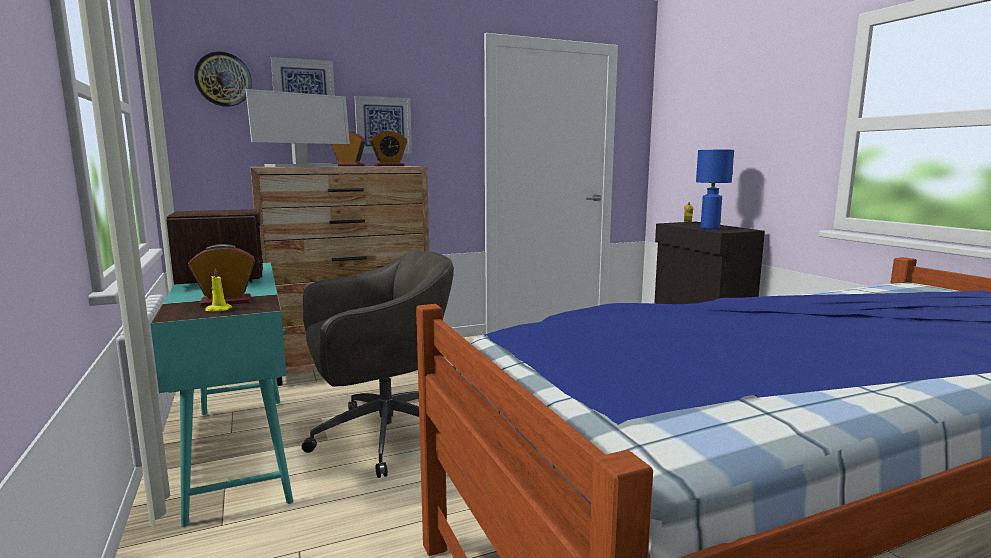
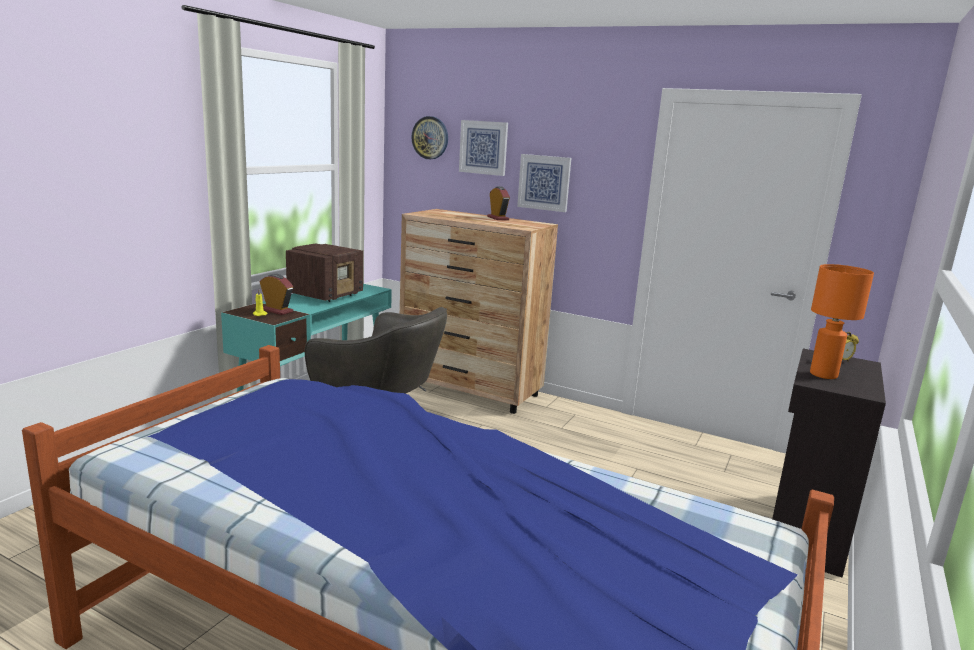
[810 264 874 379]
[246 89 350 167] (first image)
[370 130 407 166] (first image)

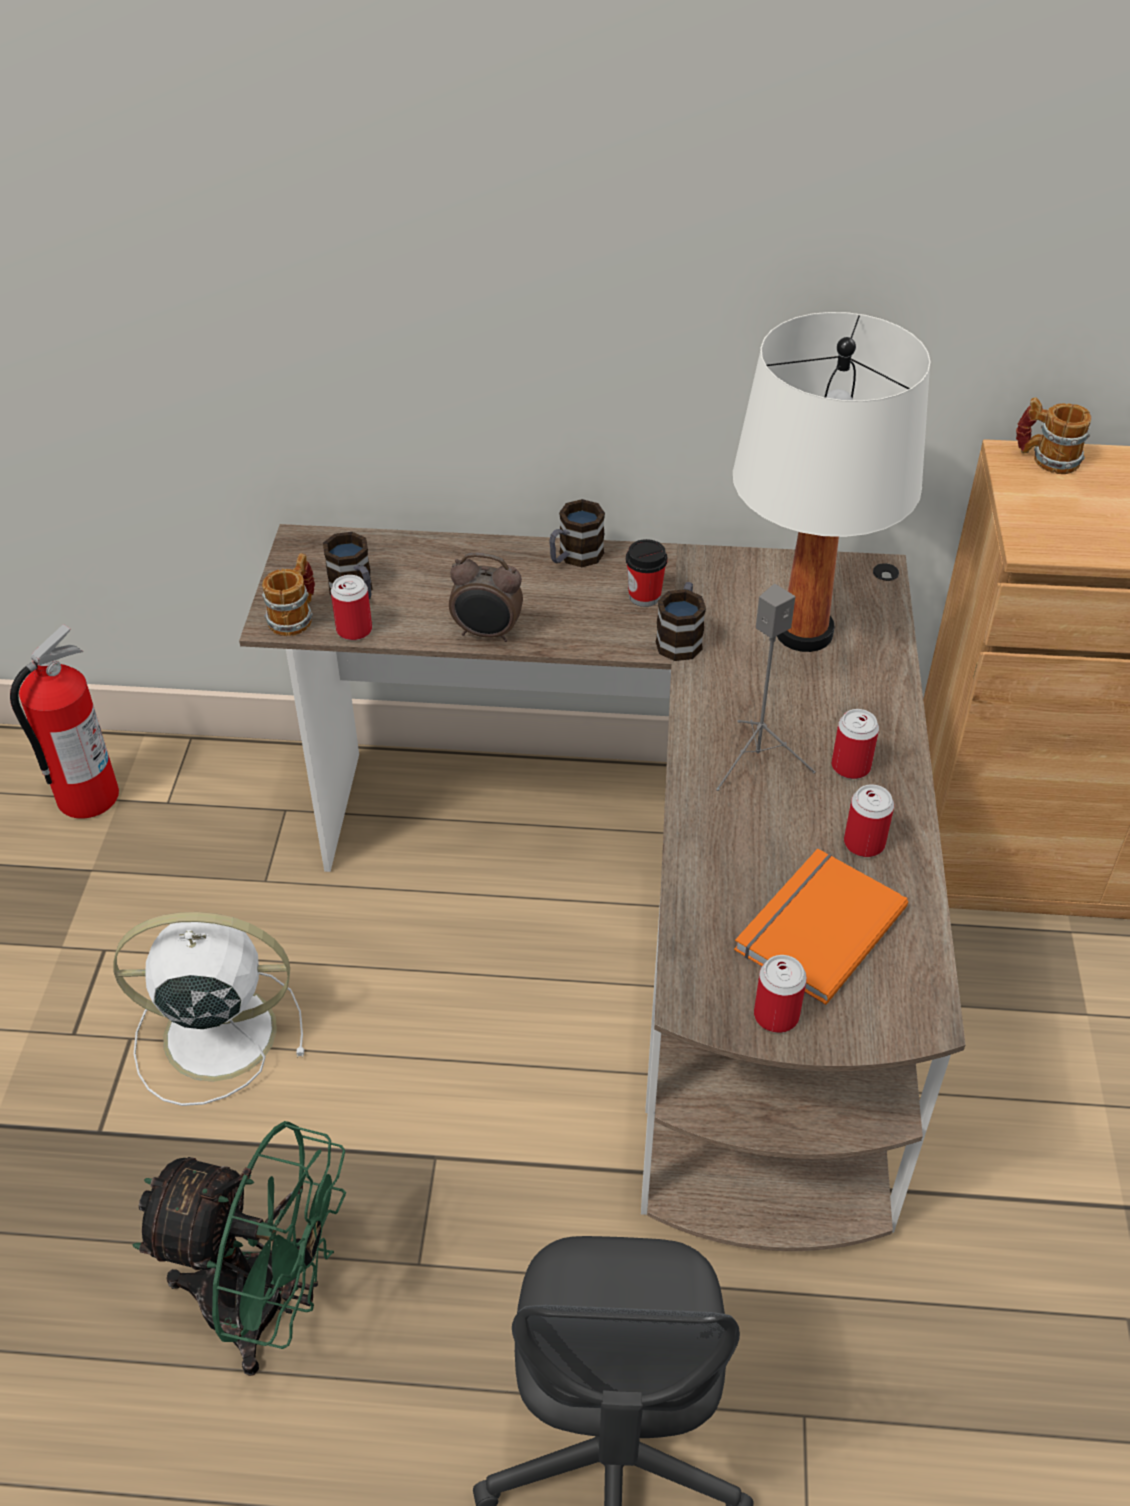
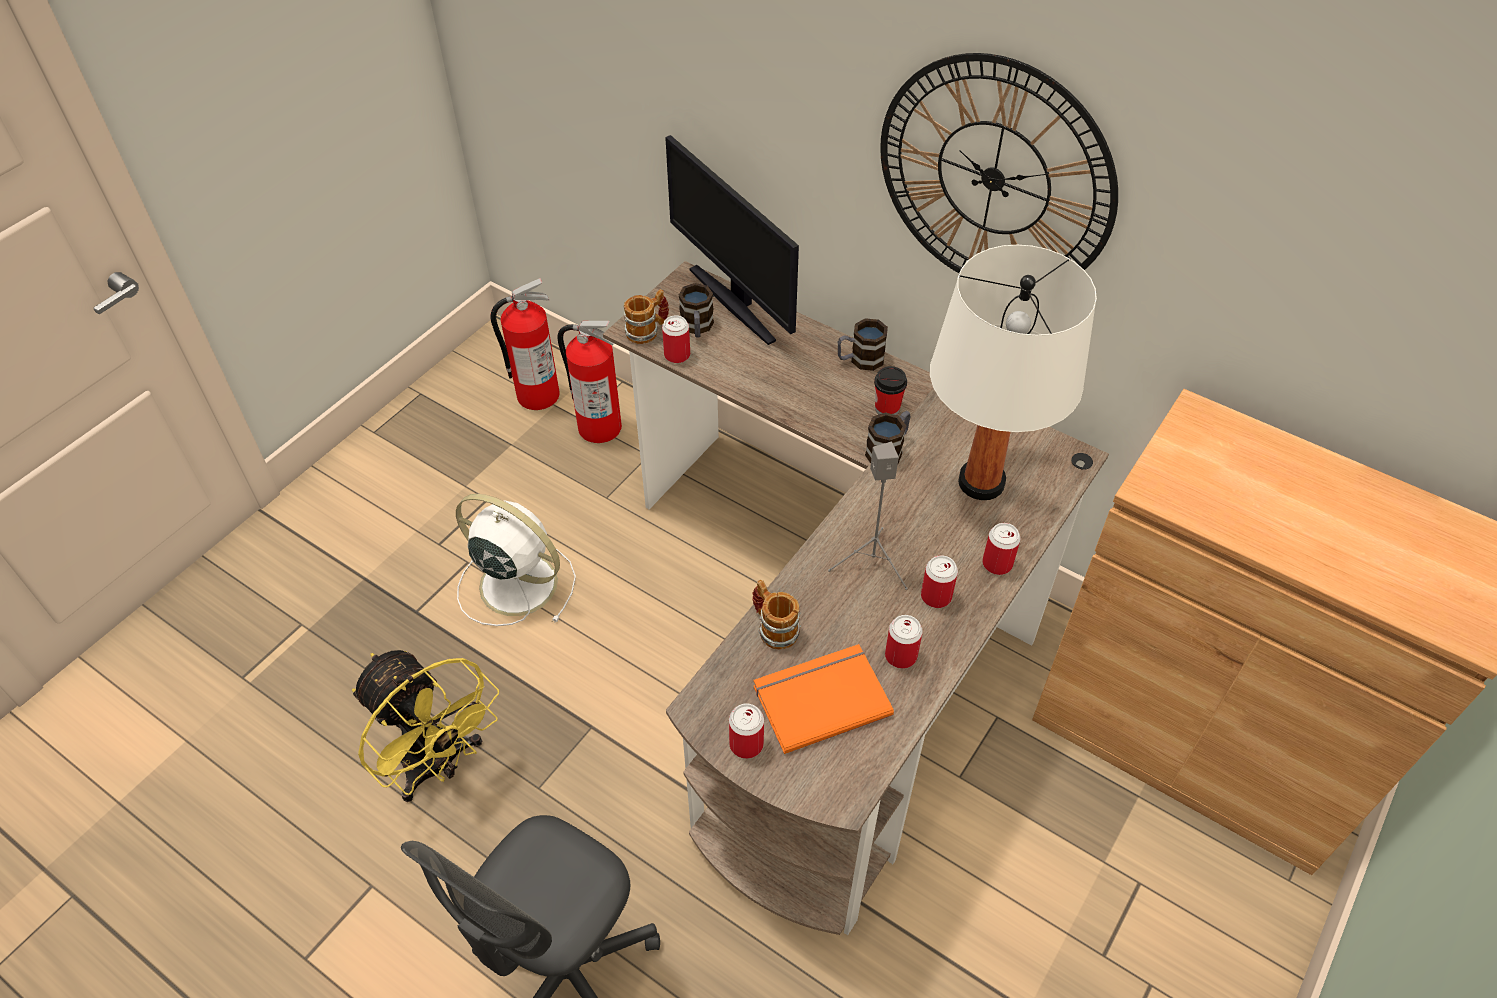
[352 650 499 802]
[557 321 622 443]
[665 135 799 345]
[752 580 801 650]
[880 53 1118 273]
[982 523 1020 575]
[449 552 523 642] (first image)

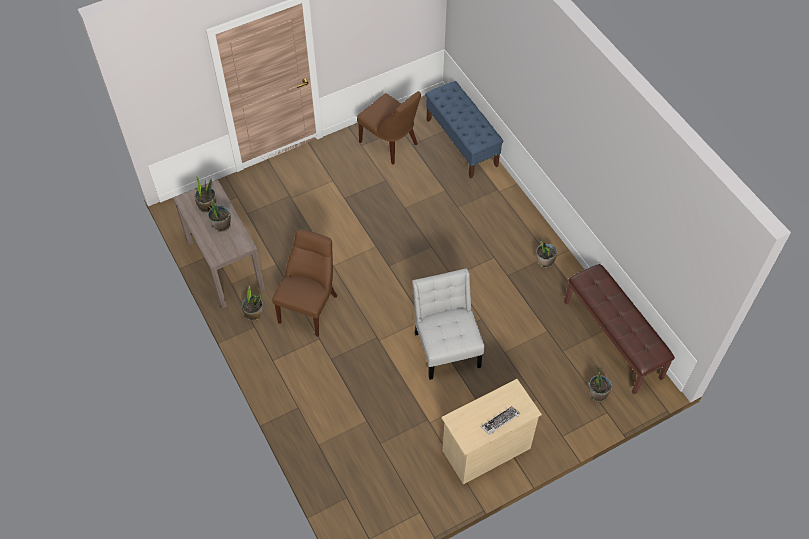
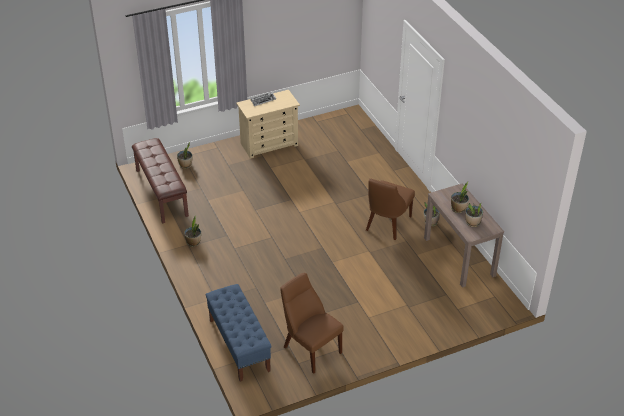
[412 269 484 380] (first image)

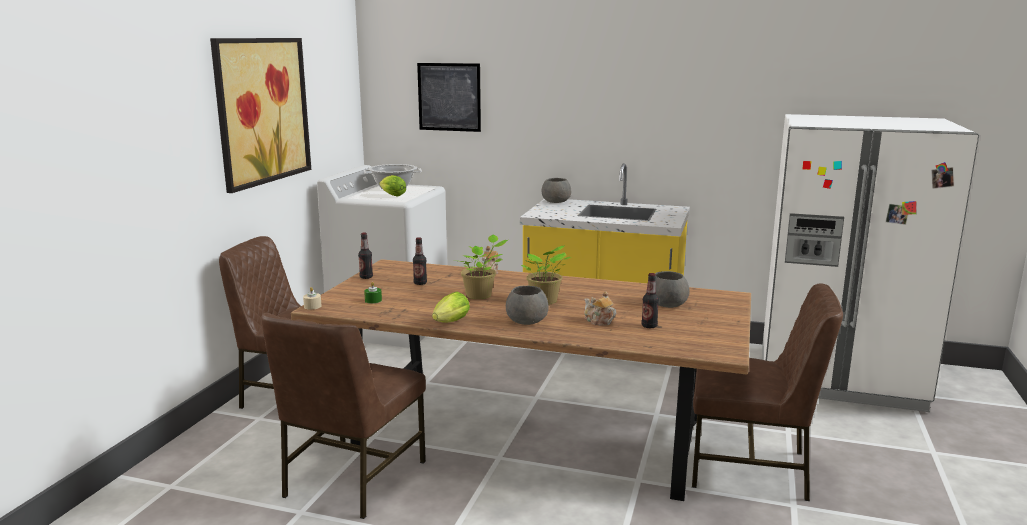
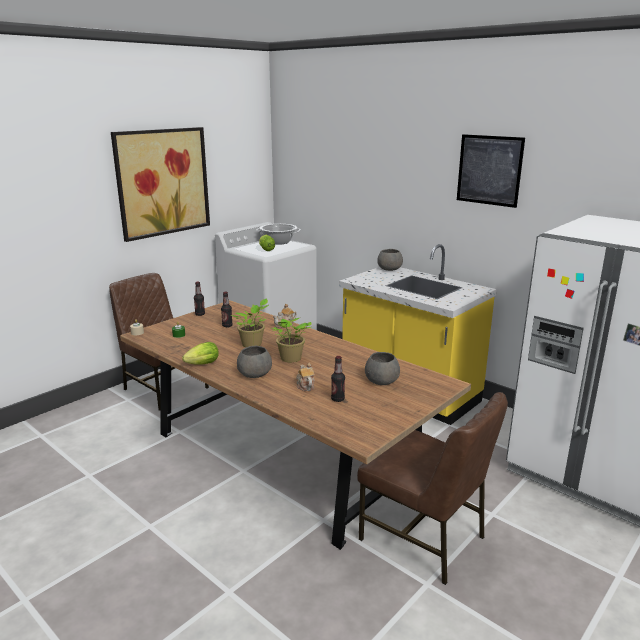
[457 134 525 208]
[261 313 426 519] (first image)

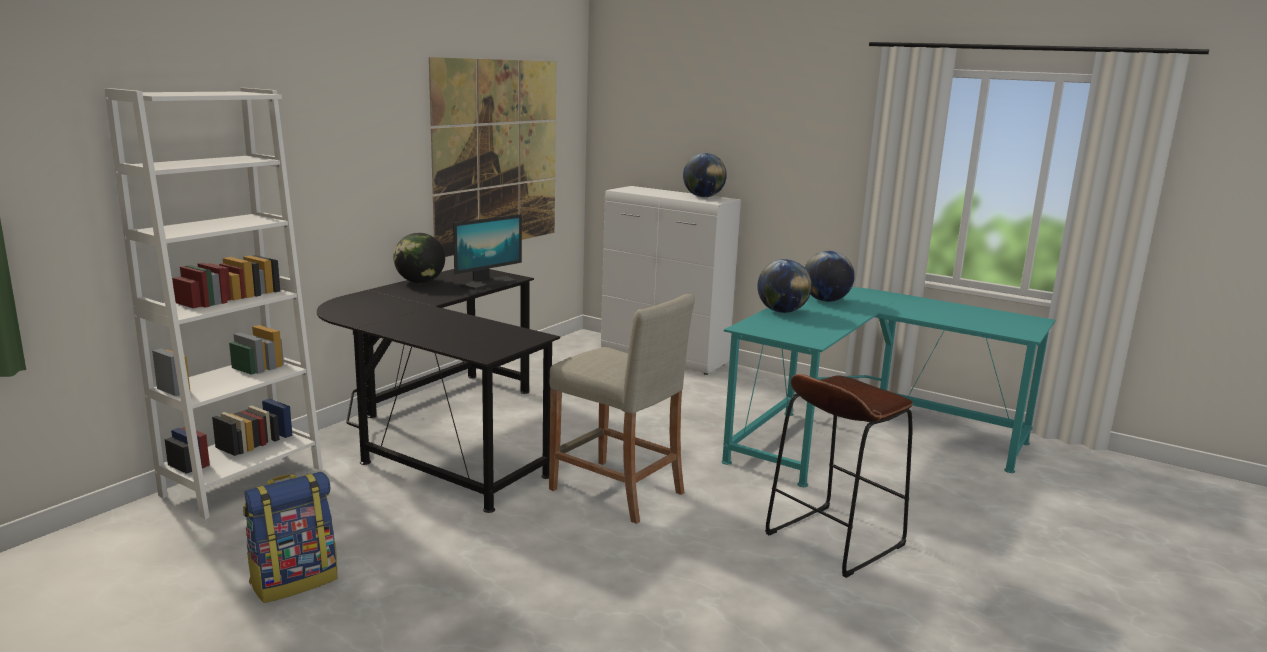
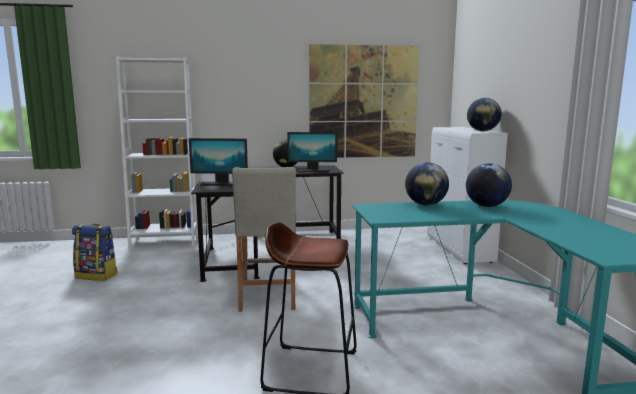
[189 138 248 186]

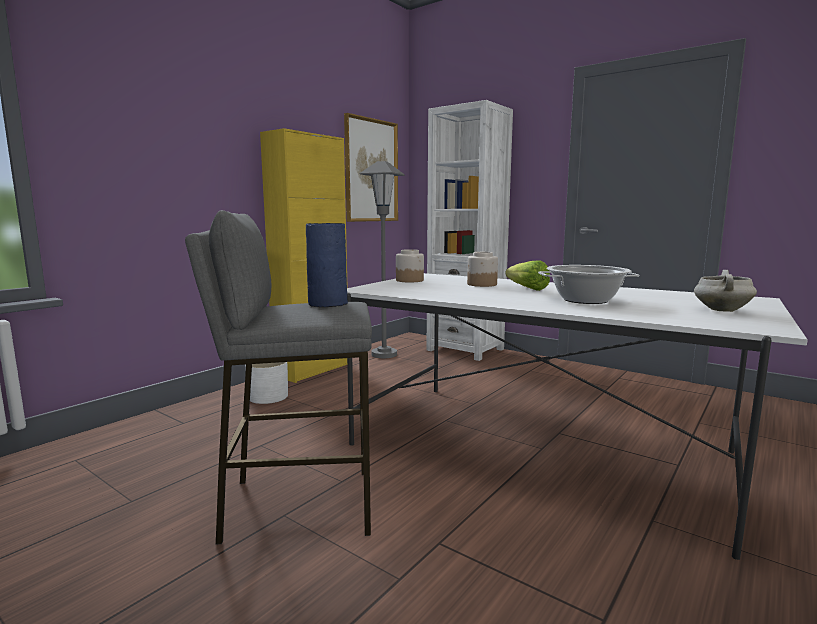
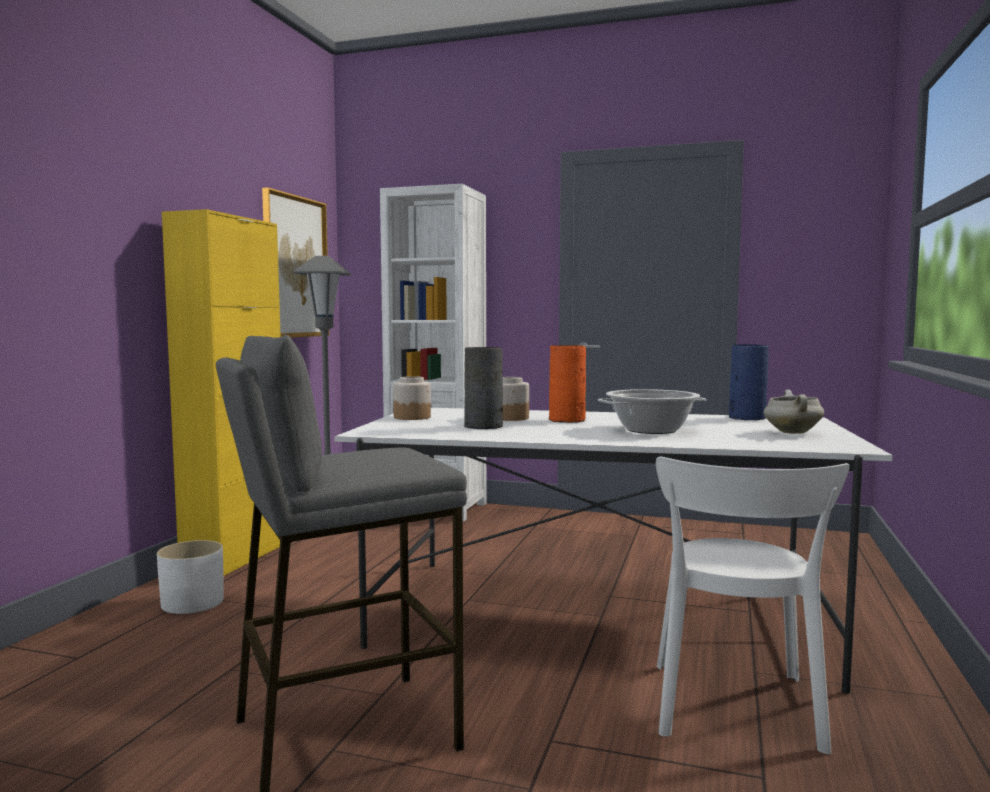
[464 347 503 429]
[549 345 586 423]
[656 457 850 754]
[729 344 769 420]

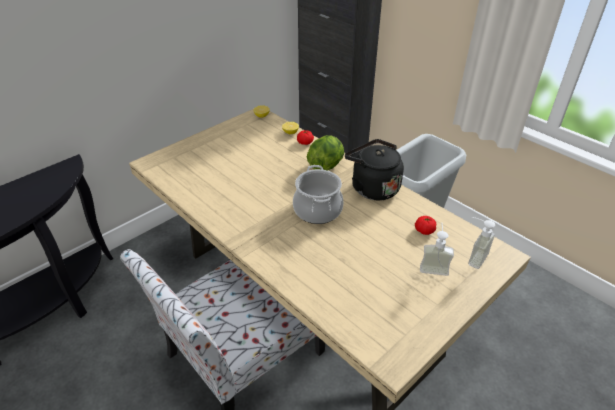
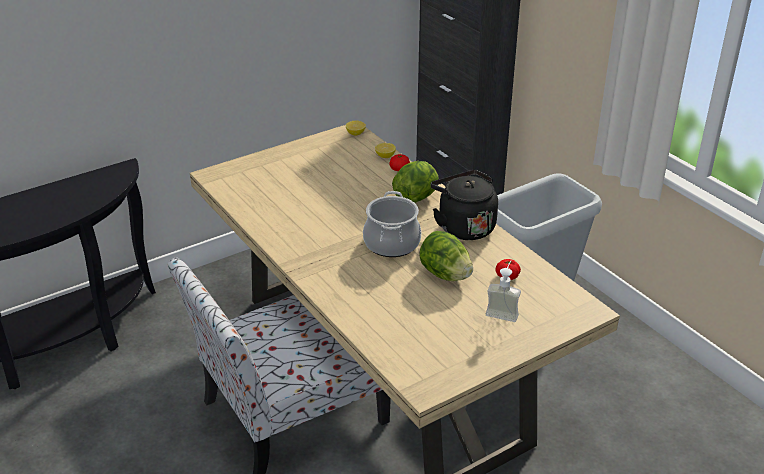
[419 231 473 281]
[468 217 495 269] (first image)

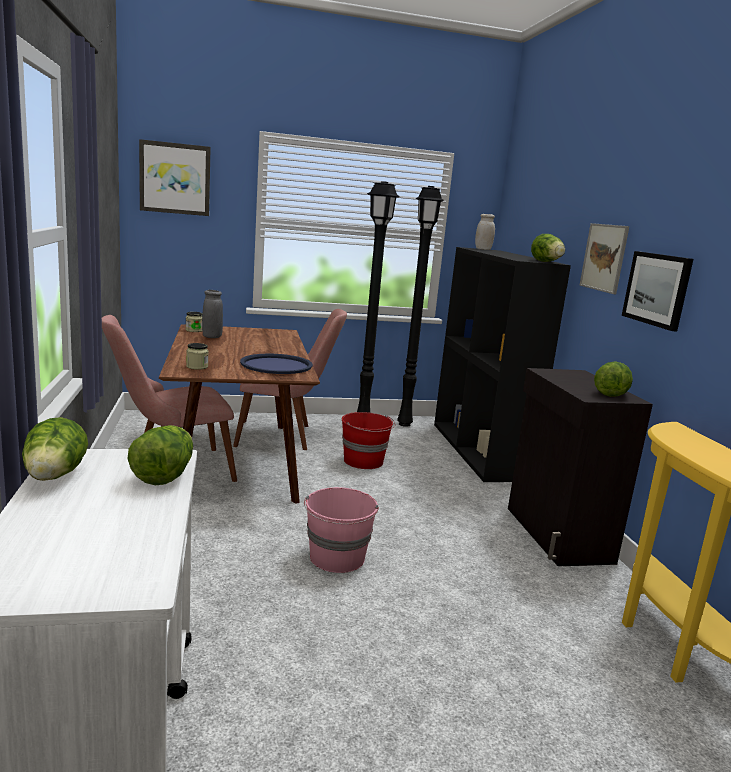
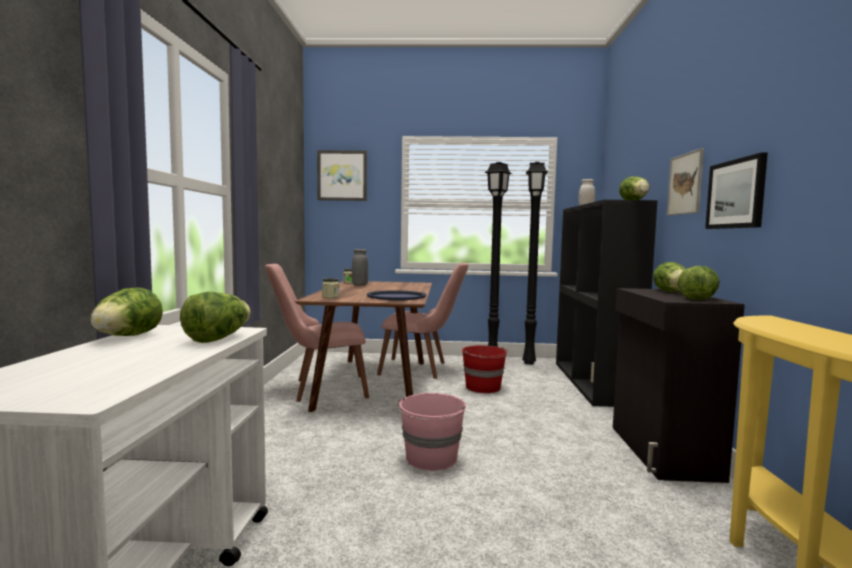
[653 262 686 292]

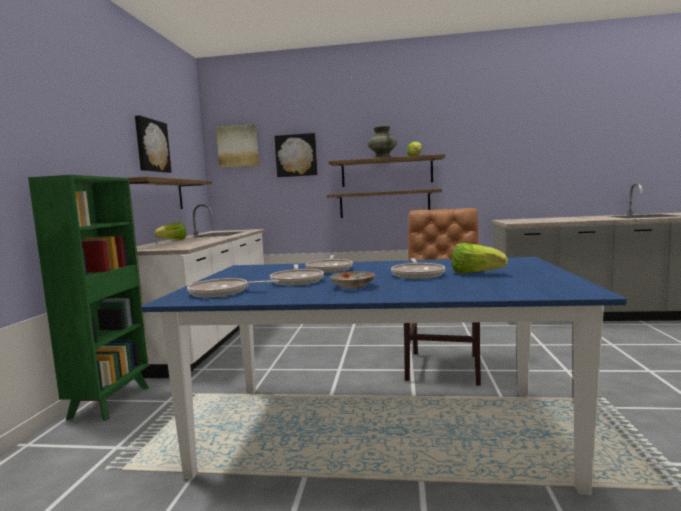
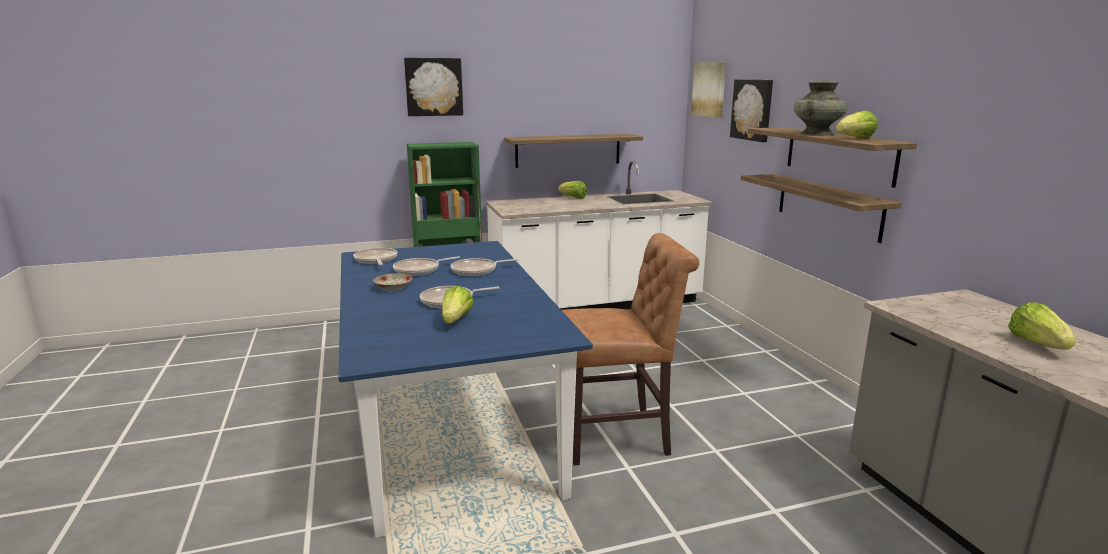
[404 58 463 116]
[1008 303 1076 350]

